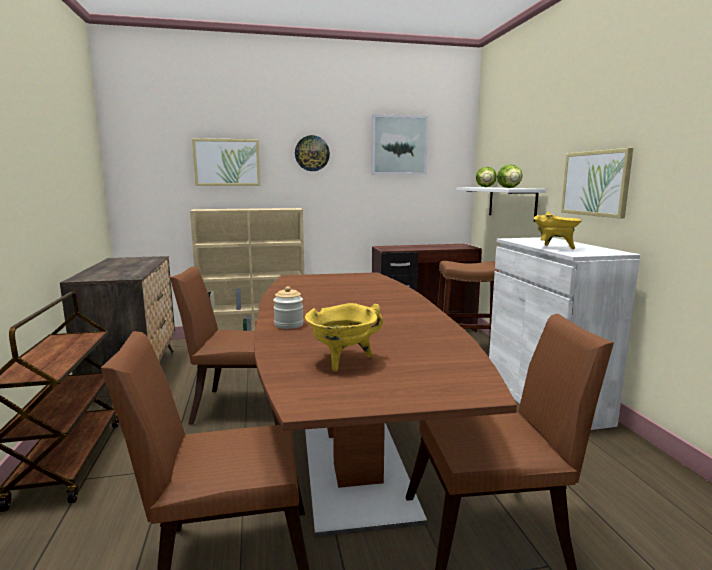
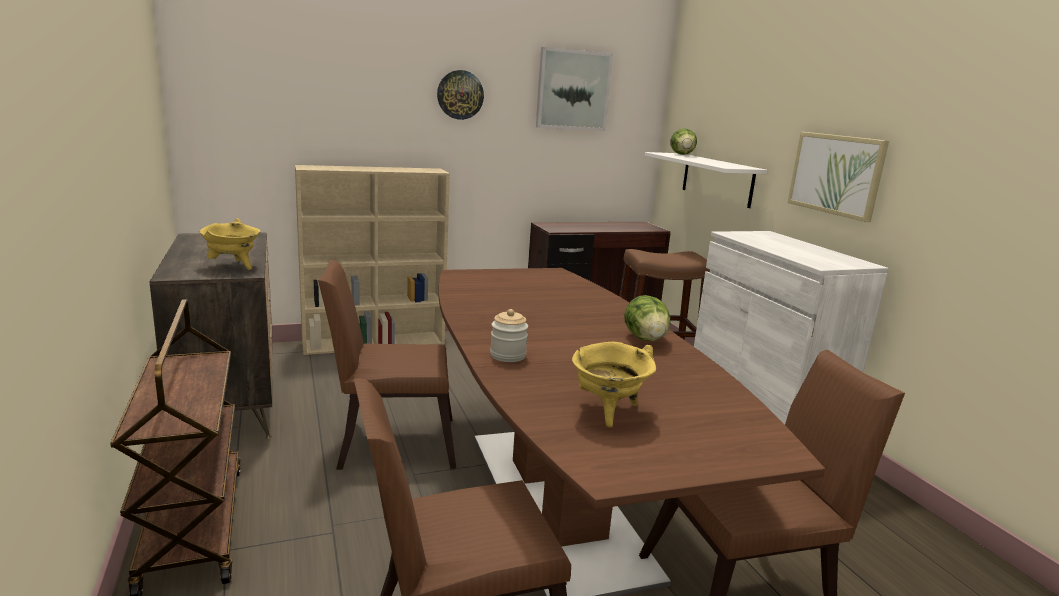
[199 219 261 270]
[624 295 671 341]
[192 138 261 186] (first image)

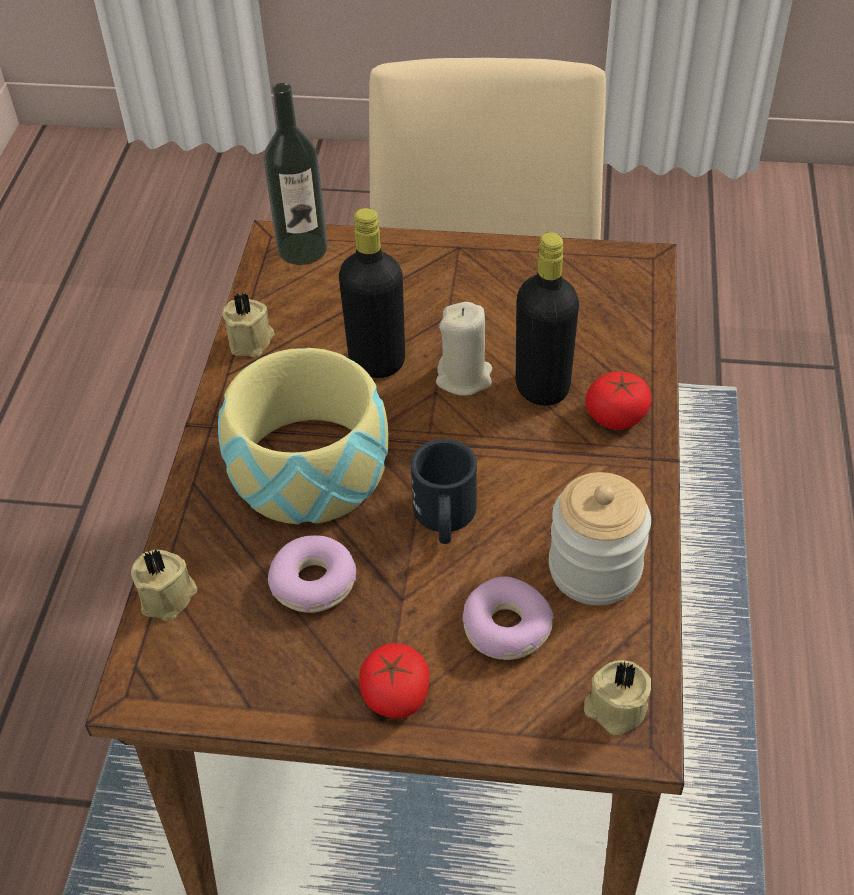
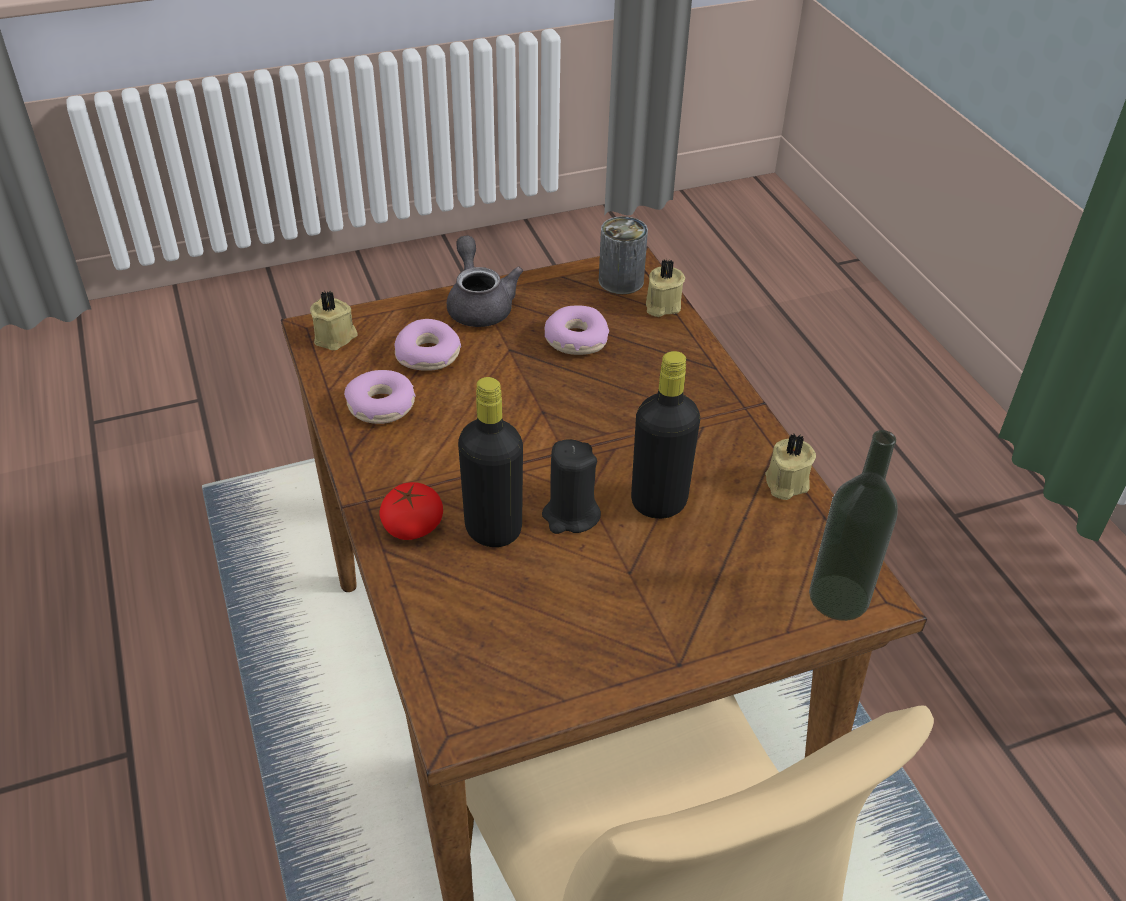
[344 370 415 424]
[447 235 523 327]
[542 439 601 534]
[599 216 648 294]
[218 348 389 524] (first image)
[411 439 477 544] (first image)

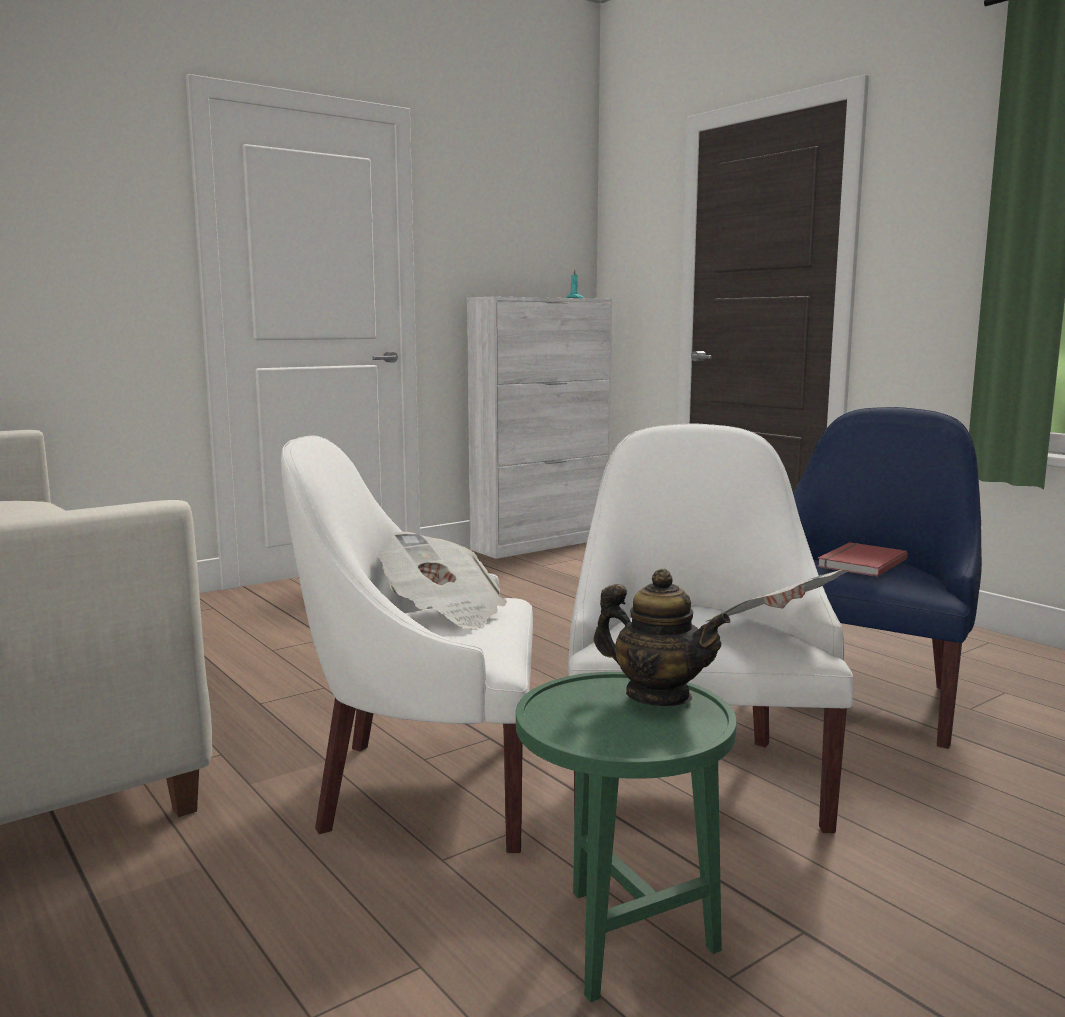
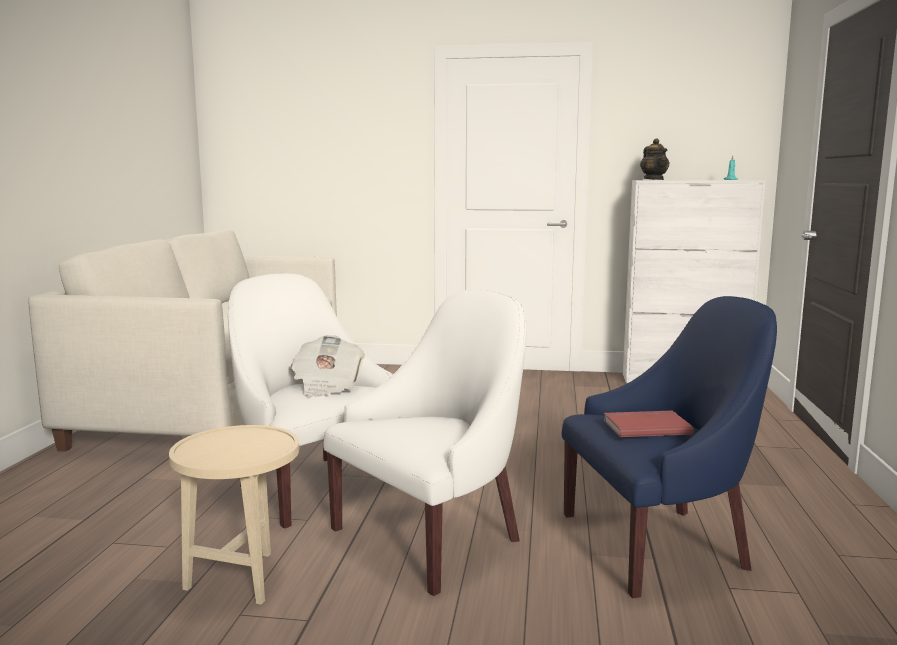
[169 425 299 605]
[640 138 669 180]
[707 569 849 621] (first image)

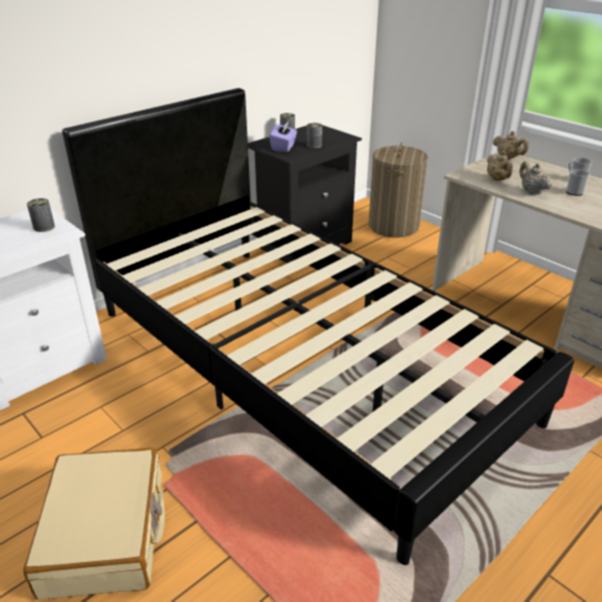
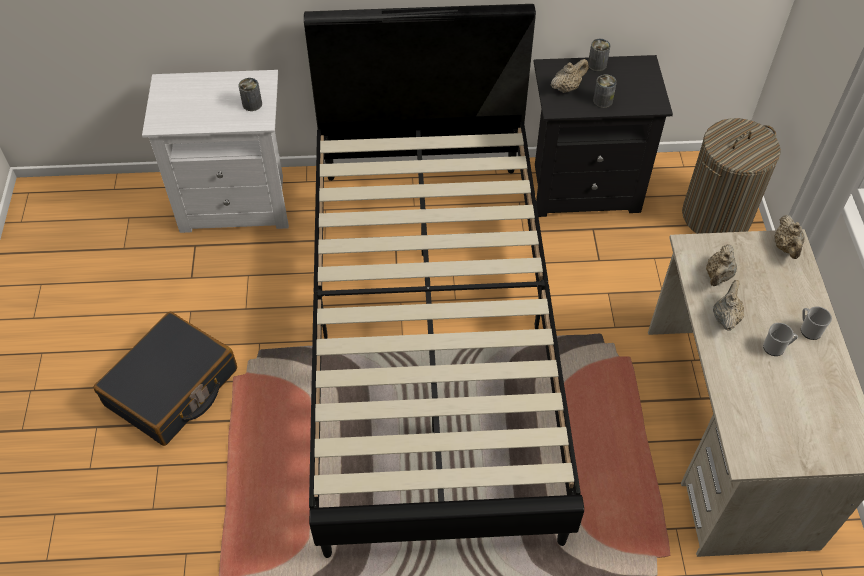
[93 311 237 446]
[551 59 588 93]

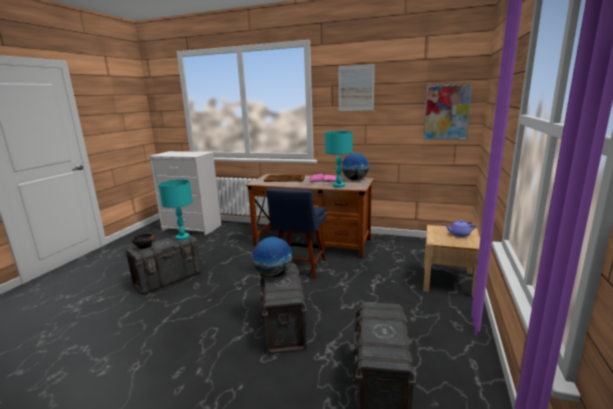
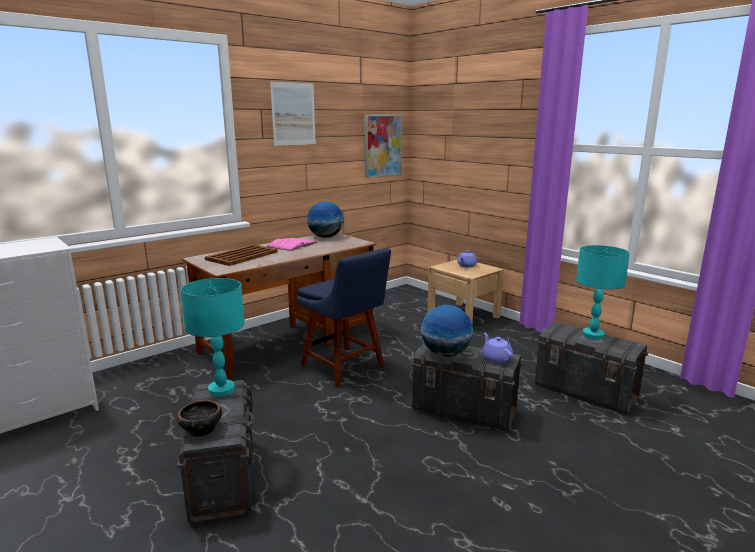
[482 332 513 364]
[576 245 630 339]

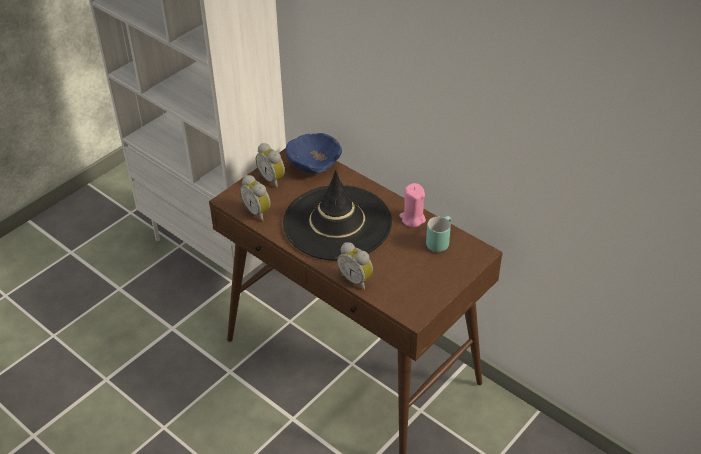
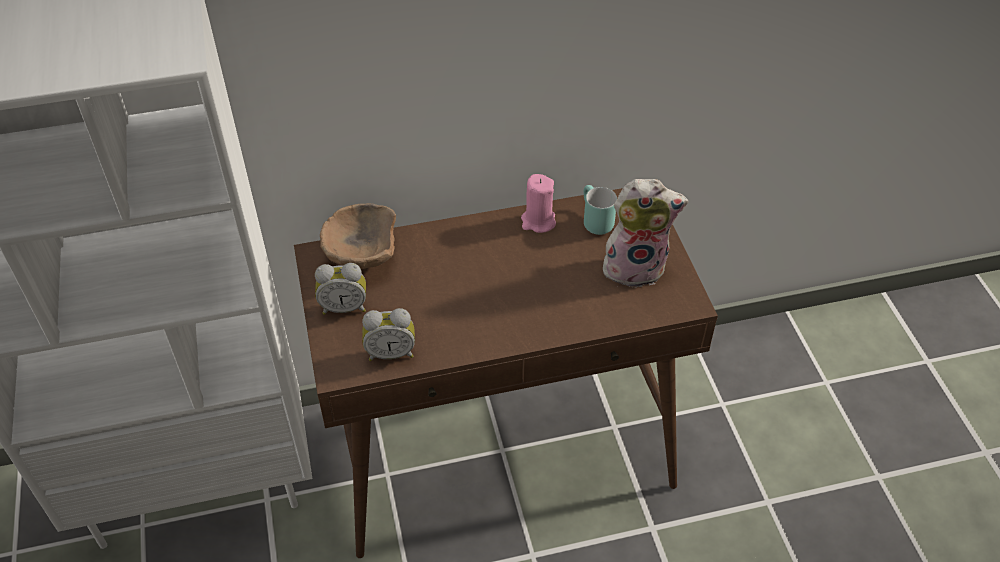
[320 203 396 269]
[600 179 688 288]
[283 170 392 261] (first image)
[337 242 373 290] (first image)

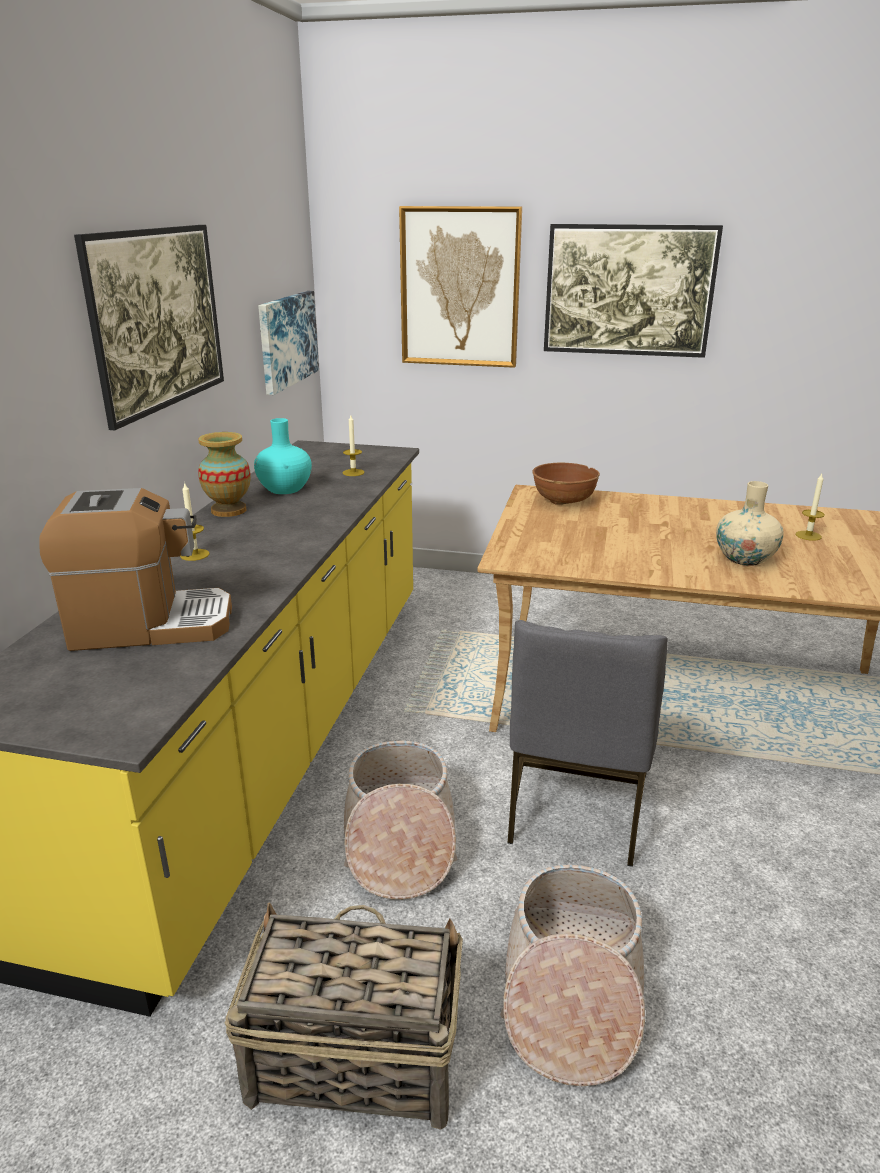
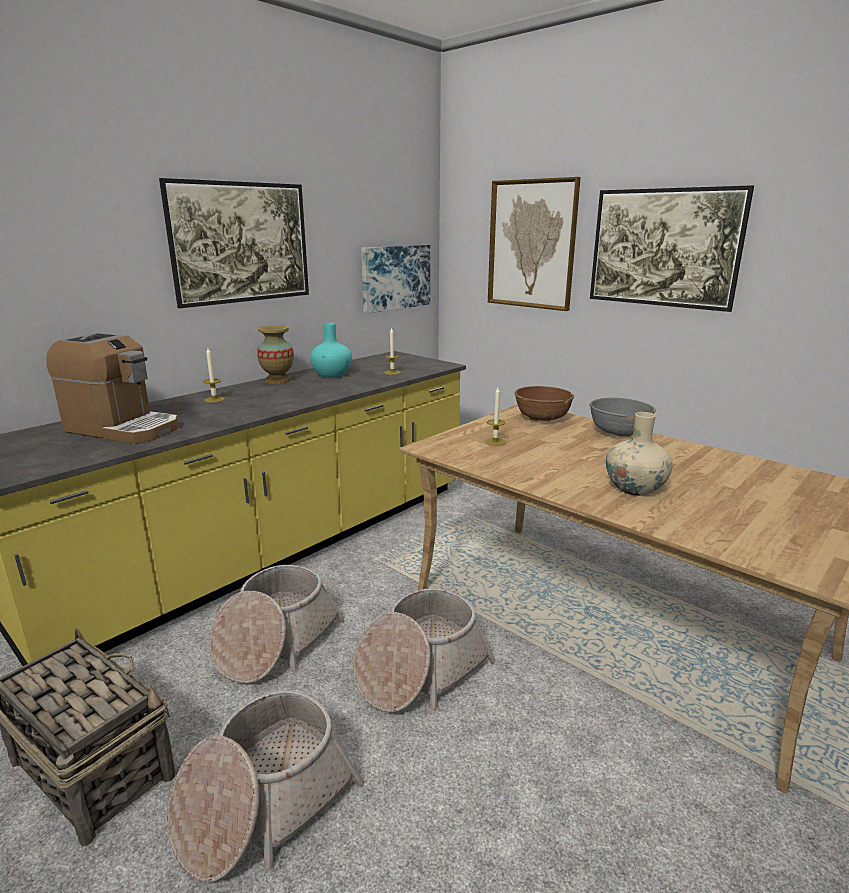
[353 588 496 713]
[485 387 506 446]
[589 398 656 437]

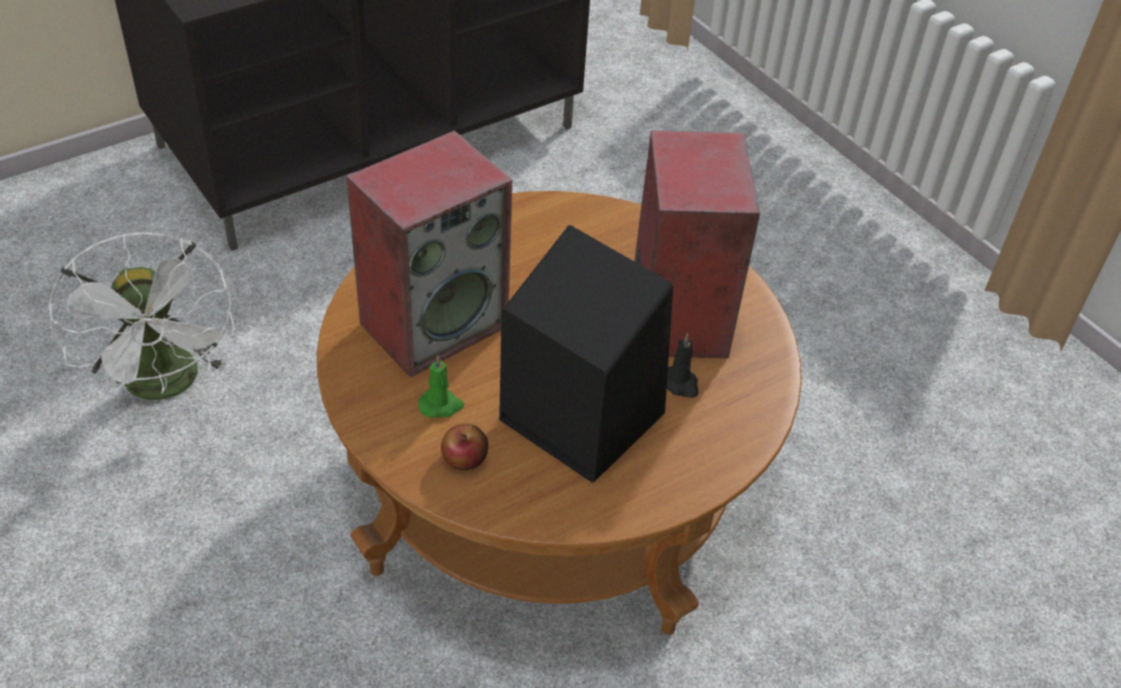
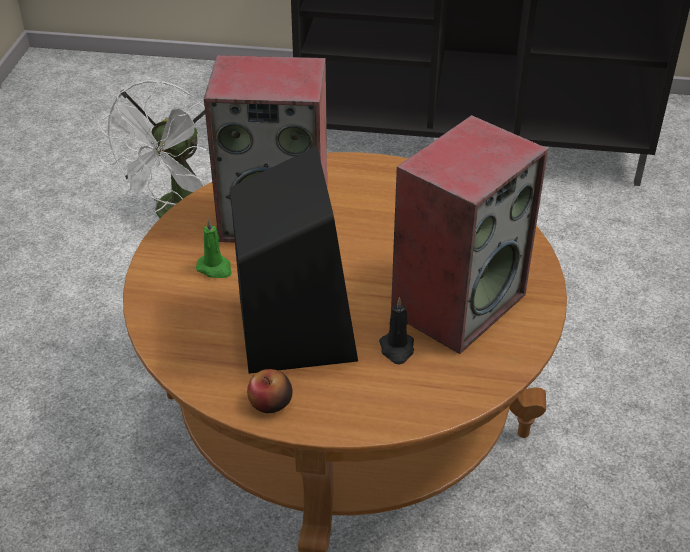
[247 369 292 413]

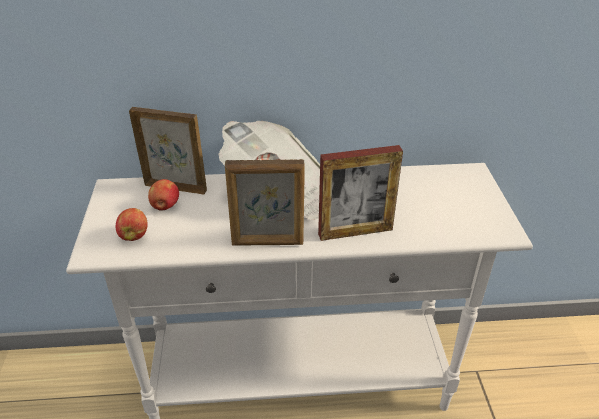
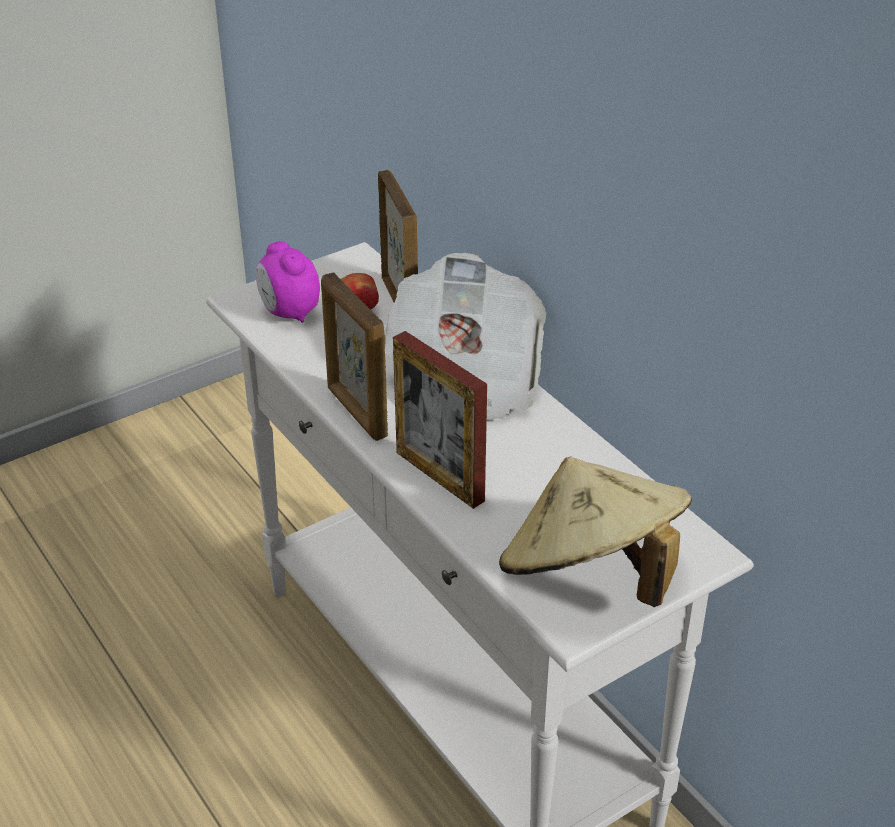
[256 241 320 323]
[499 457 692 607]

